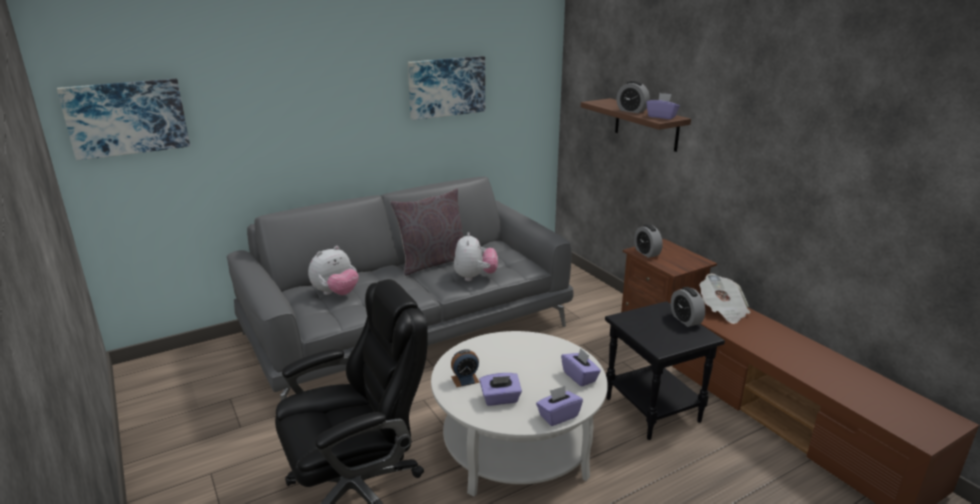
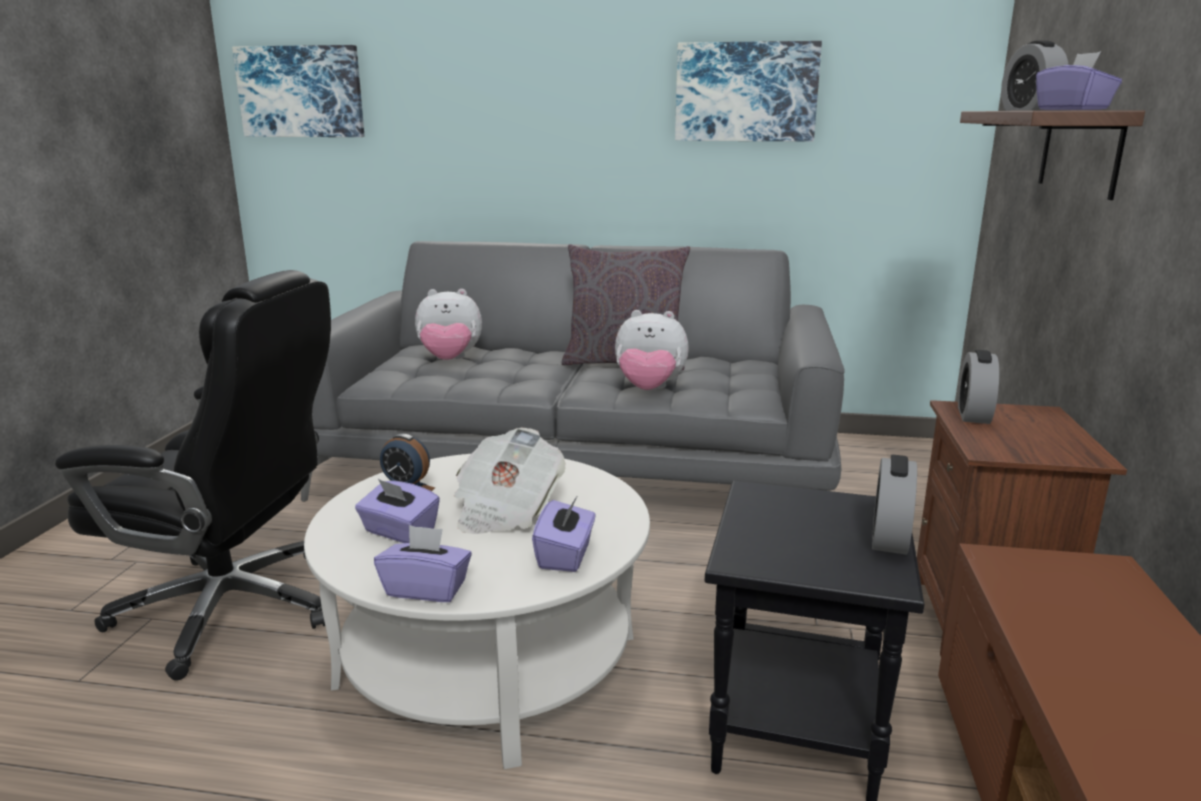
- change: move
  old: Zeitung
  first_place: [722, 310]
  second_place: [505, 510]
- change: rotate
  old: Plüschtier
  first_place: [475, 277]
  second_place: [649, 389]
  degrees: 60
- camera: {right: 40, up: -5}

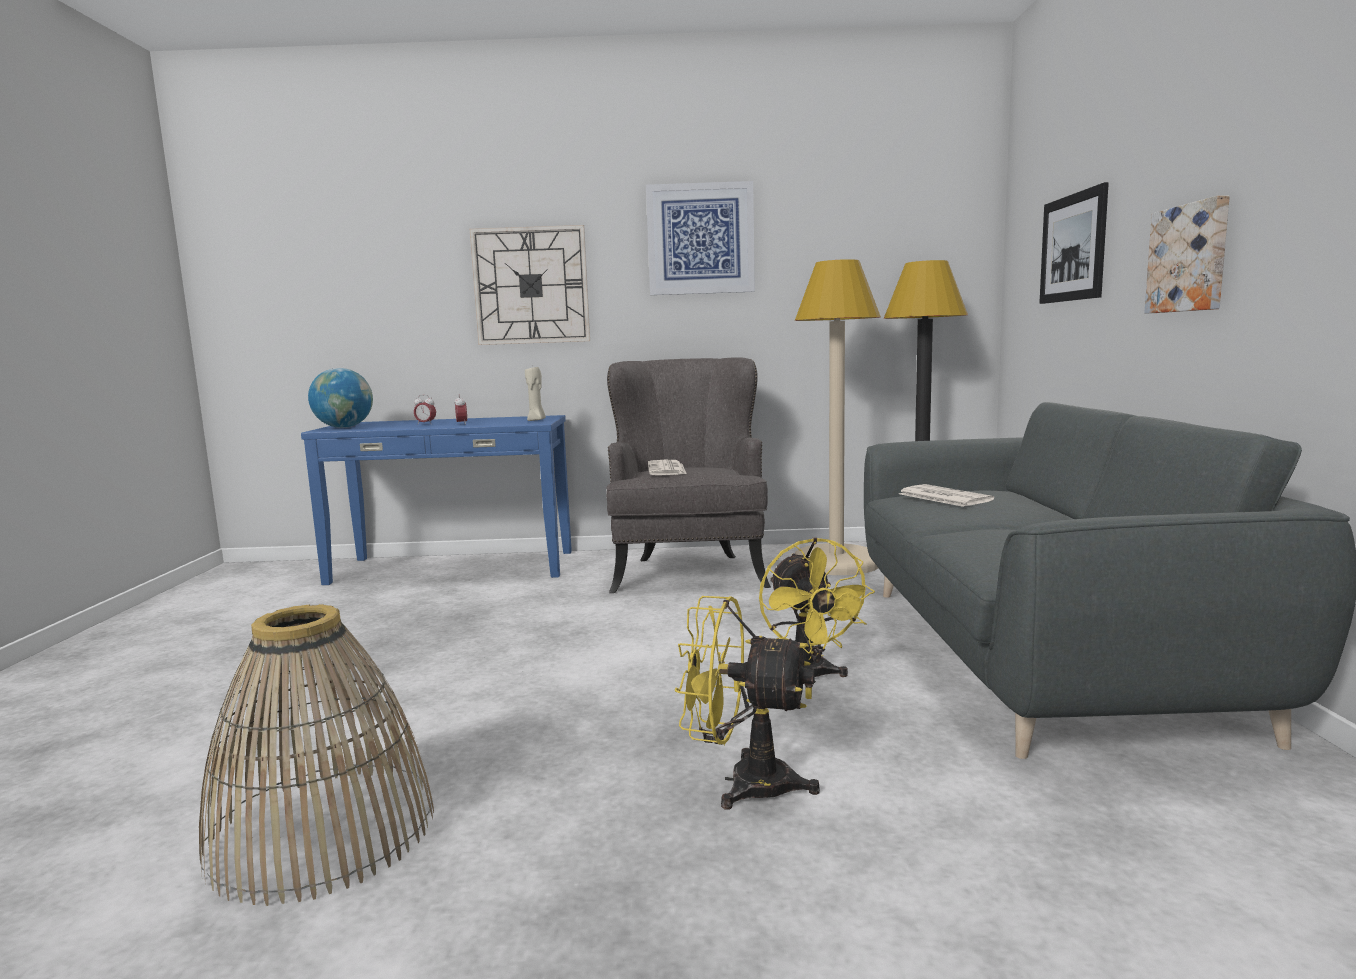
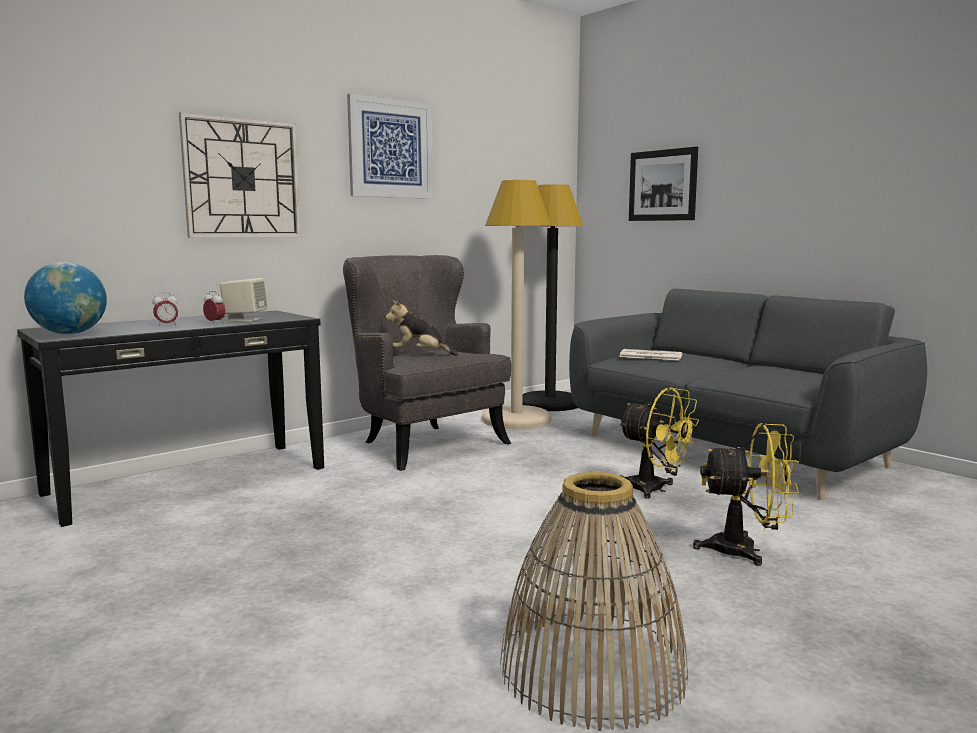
- change: recolor
  old: Konsolentisch (blau)
  new: Konsolentisch (schwarz)
  first_place: [454, 567]
  second_place: [188, 480]
- change: insert
  new: Lautsprecher (beige)
  second_place: [245, 319]
- change: replace
  old: Zeitung
  new: Plüschtier
  first_place: [667, 469]
  second_place: [420, 354]
- change: rotate
  old: Ventilator (gelb)
  first_place: [743, 782]
  second_place: [745, 550]
  degrees: -150
- change: delete
  old: Kerze (beige)
  first_place: [536, 420]
- change: delete
  old: Bild
  first_place: [1190, 258]
- camera: {right: -40, up: 0}

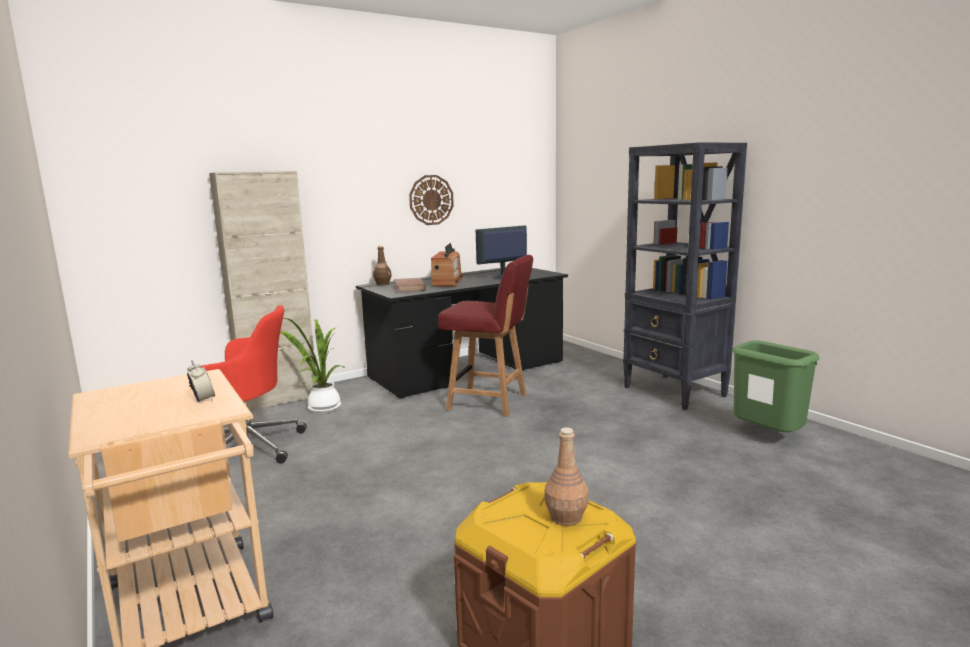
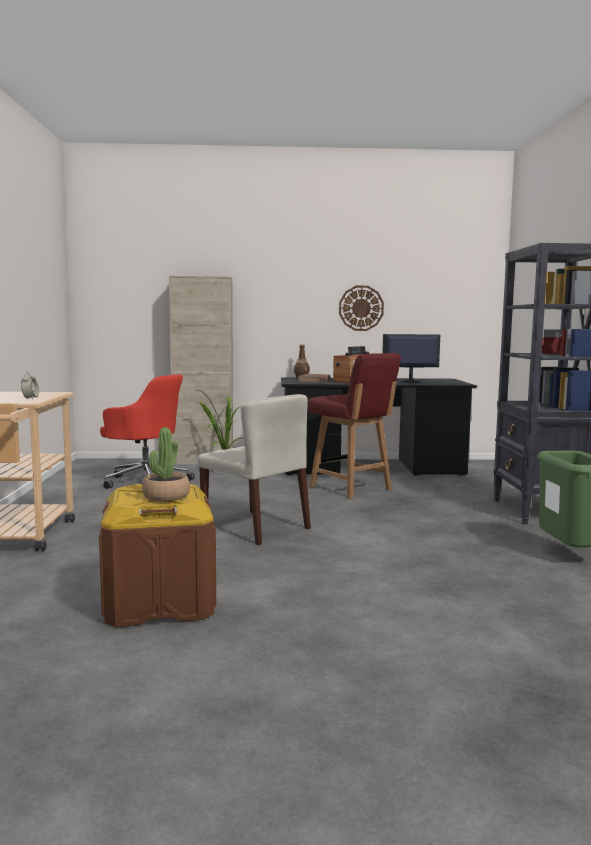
- change: replace
  old: Flasche (braun)
  new: Topfpflanze
  first_place: [565, 517]
  second_place: [166, 496]
- change: insert
  new: Stuhl (beige)
  second_place: [256, 527]
- camera: {right: 30, up: -5}

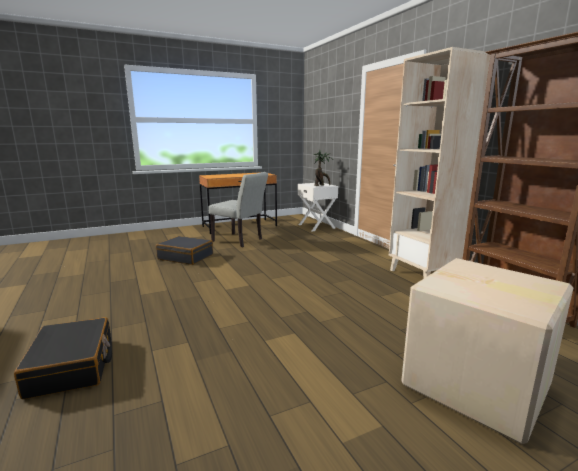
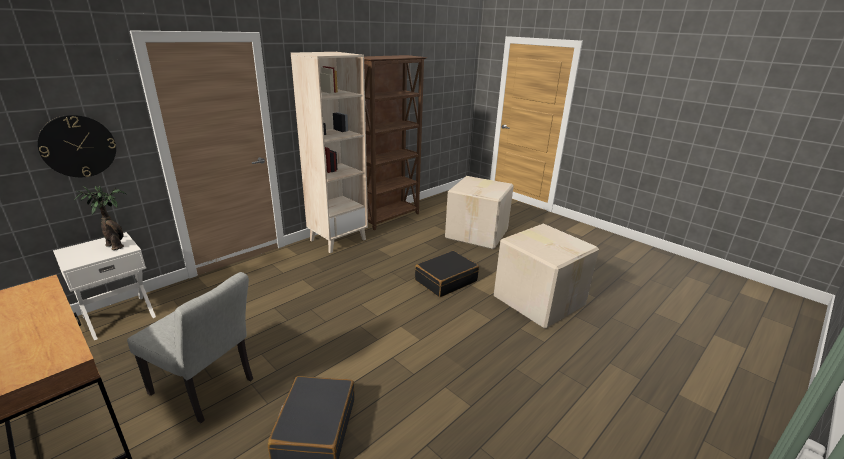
- change: insert
  new: Wanduhr
  second_place: [78, 146]
- change: rotate
  old: Stuhl (grau)
  first_place: [240, 241]
  second_place: [207, 389]
  degrees: 105
- change: move
  old: Koffer (schwarz)
  first_place: [72, 367]
  second_place: [446, 280]
- change: insert
  new: Karton
  second_place: [538, 300]
- camera: {right: -110, up: 10}

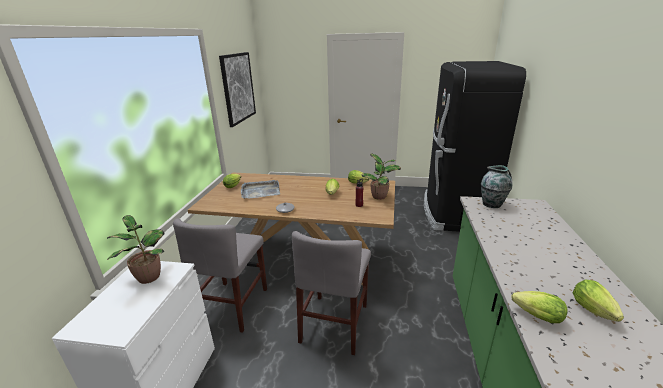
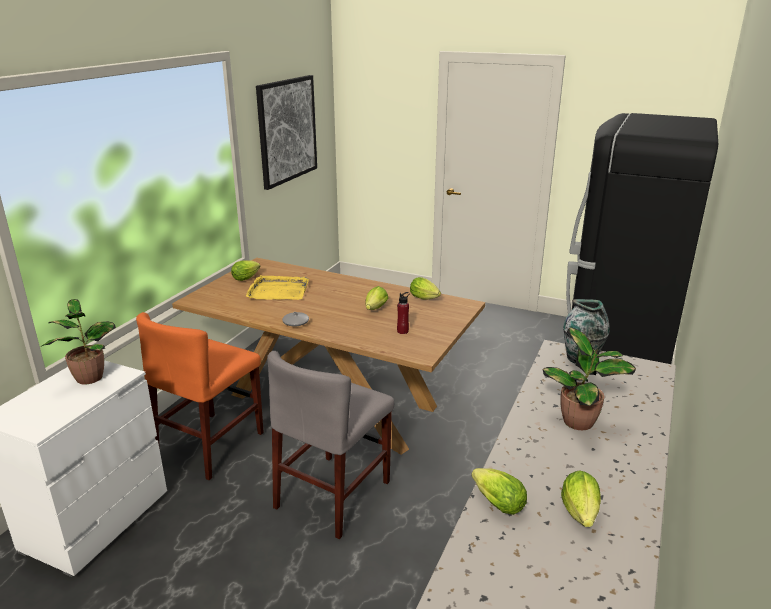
- change: recolor
  old: Stuhl (grau)
  new: Stuhl (orange)
  first_place: [232, 305]
  second_place: [210, 444]
- change: recolor
  old: Tablett (grau)
  new: Tablett (gelb)
  first_place: [260, 191]
  second_place: [278, 291]
- change: move
  old: Topfpflanze
  first_place: [380, 196]
  second_place: [580, 422]
- camera: {right: 15, up: 0}

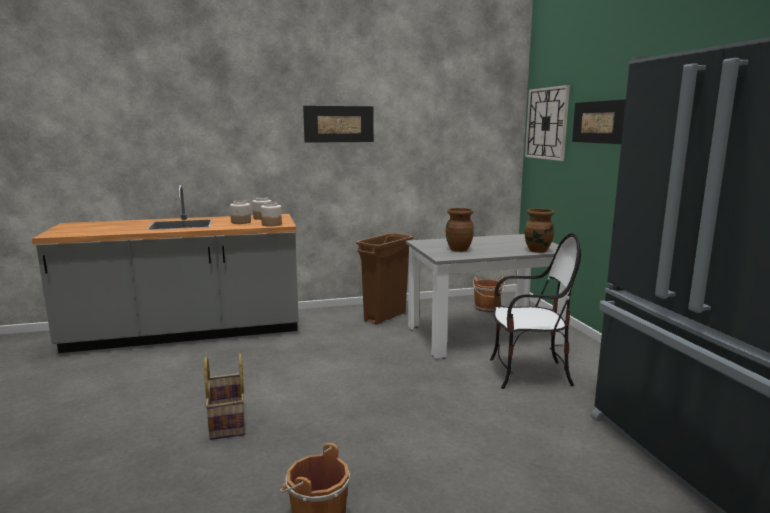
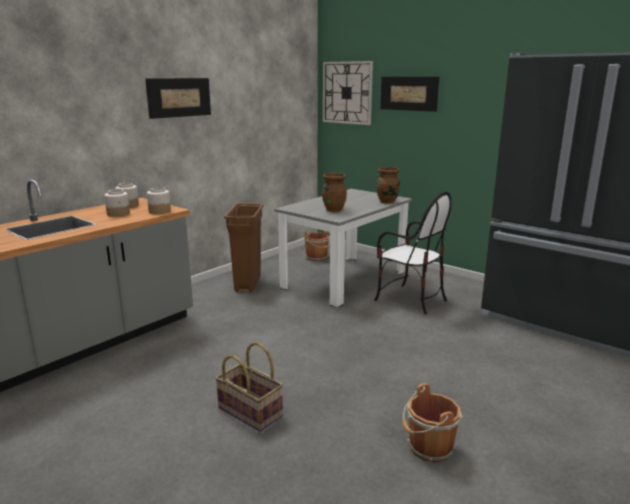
- change: rotate
  old: Stuhl
  first_place: [528, 374]
  second_place: [410, 299]
  degrees: 75
- camera: {right: -35, up: 5}

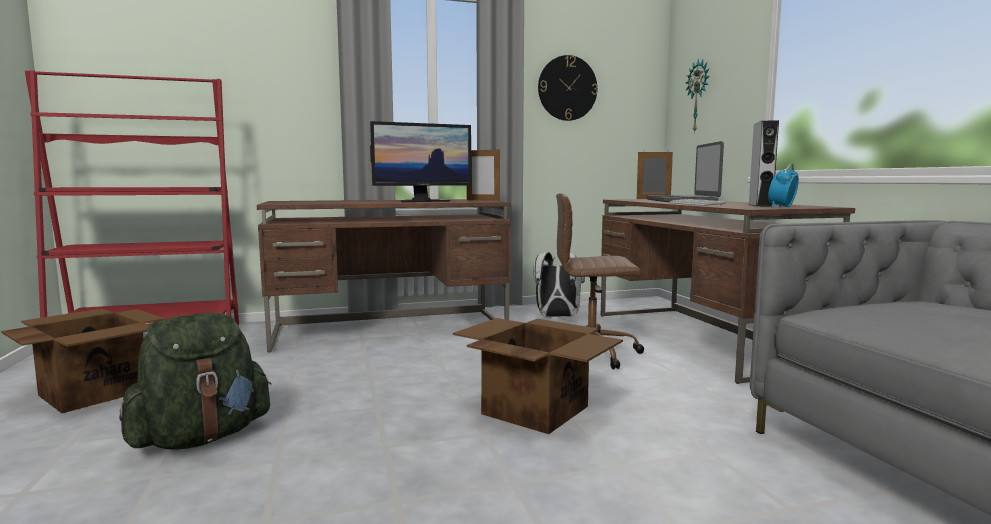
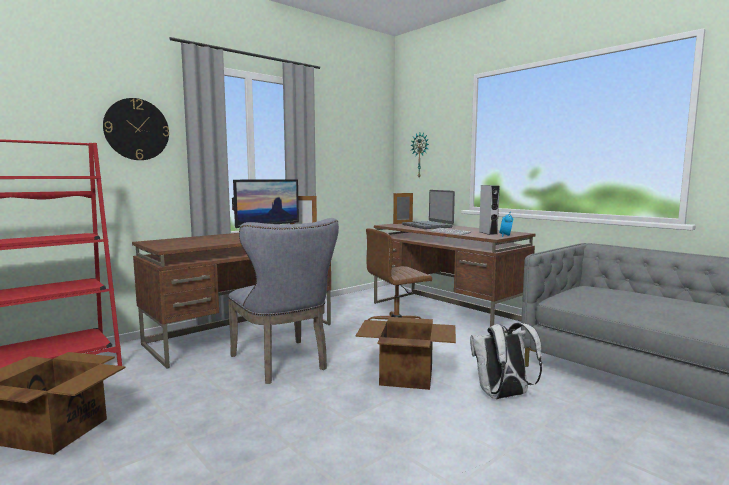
- change: move
  old: Wanduhr
  first_place: [567, 88]
  second_place: [136, 129]
- change: insert
  new: Stuhl (grau)
  second_place: [284, 363]
- change: move
  old: Rucksack (weiß)
  first_place: [557, 317]
  second_place: [503, 396]
- change: delete
  old: Rucksack (grün)
  first_place: [202, 438]
- camera: {right: -25, up: 0}

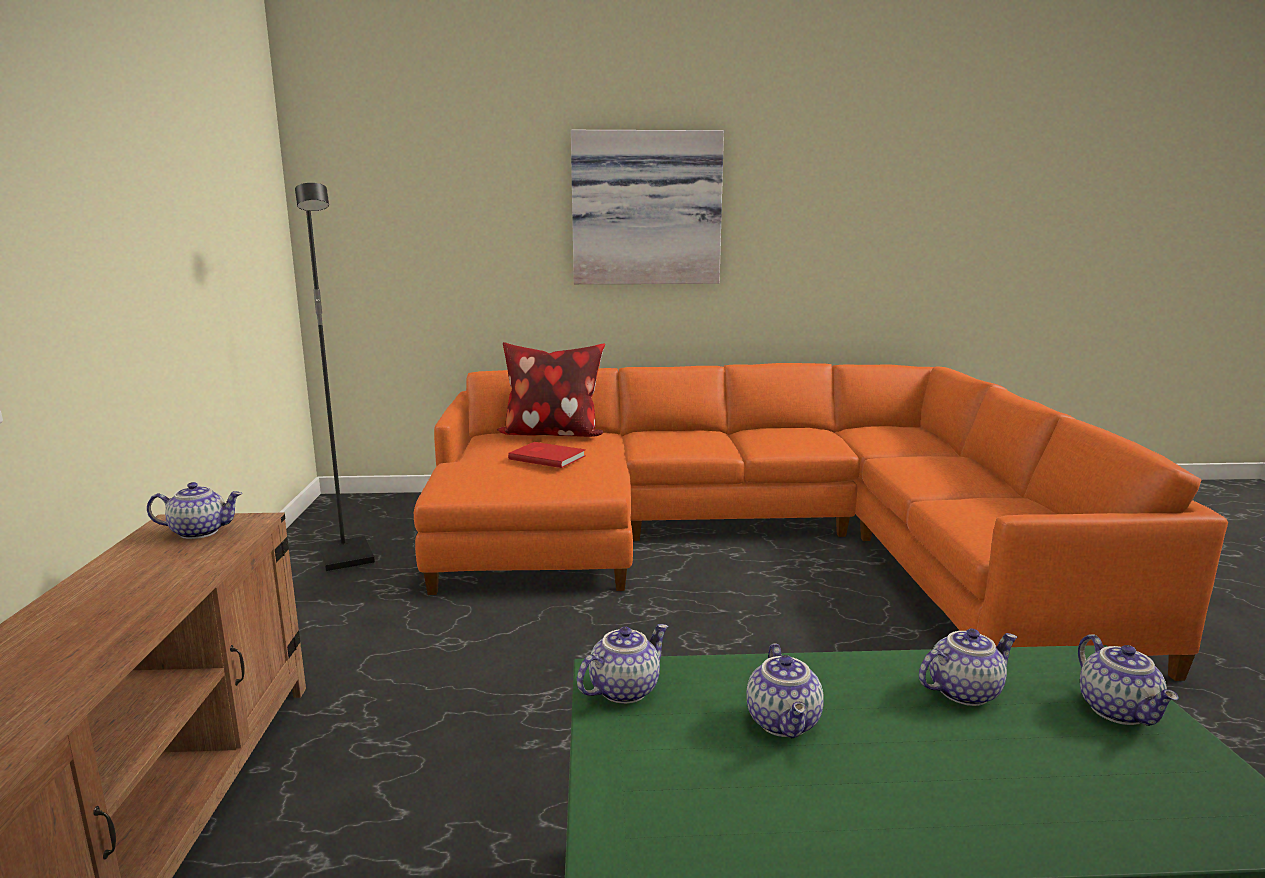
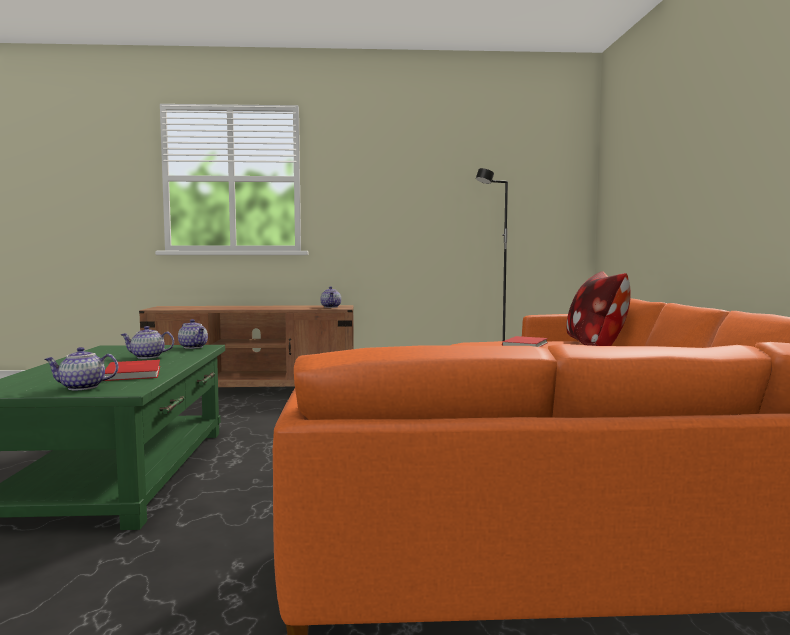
- change: replace
  old: Teekanne
  new: Buch (rot)
  first_place: [963, 691]
  second_place: [135, 373]
- change: delete
  old: Bild
  first_place: [646, 209]
- camera: {right: 90, up: -10}

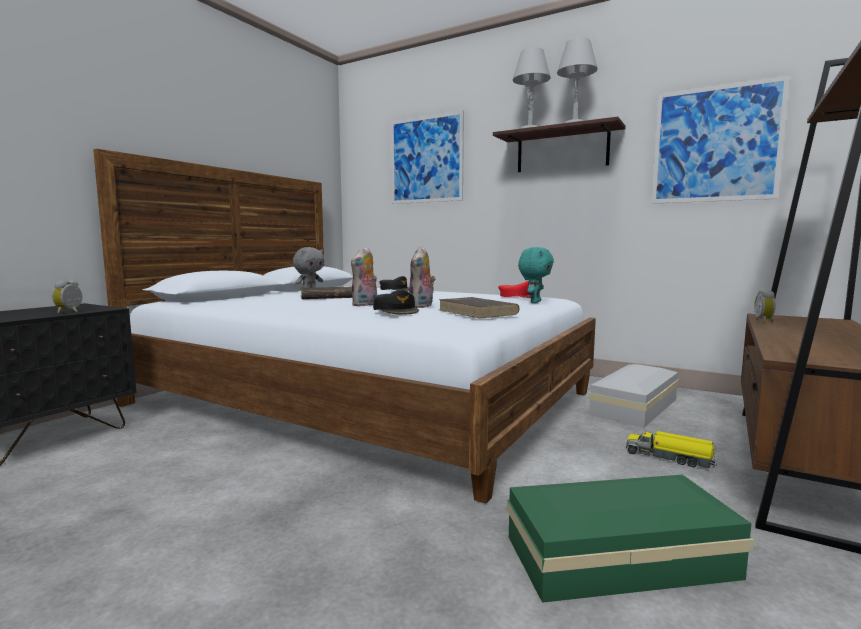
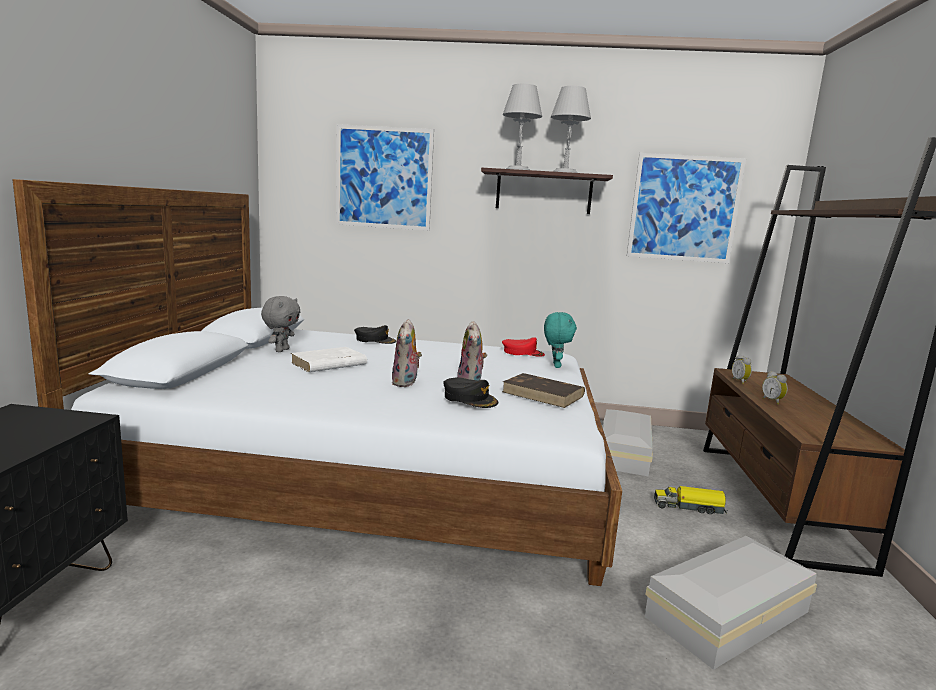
- change: recolor
  old: Buch (braun)
  new: Buch (weiß)
  first_place: [327, 297]
  second_place: [328, 364]
- change: recolor
  old: Aufbewahrungsbox (grün)
  new: Aufbewahrungsbox (weiß)
  first_place: [614, 555]
  second_place: [724, 613]
- change: move
  old: Wecker
  first_place: [70, 312]
  second_place: [773, 401]
- camera: {right: -25, up: 5}

